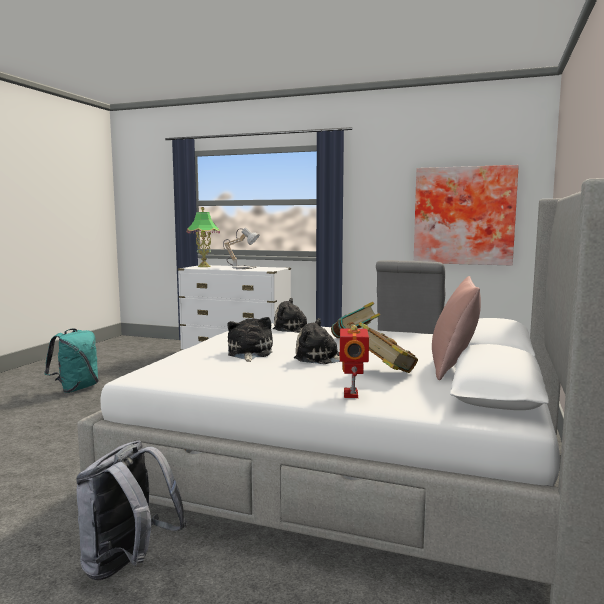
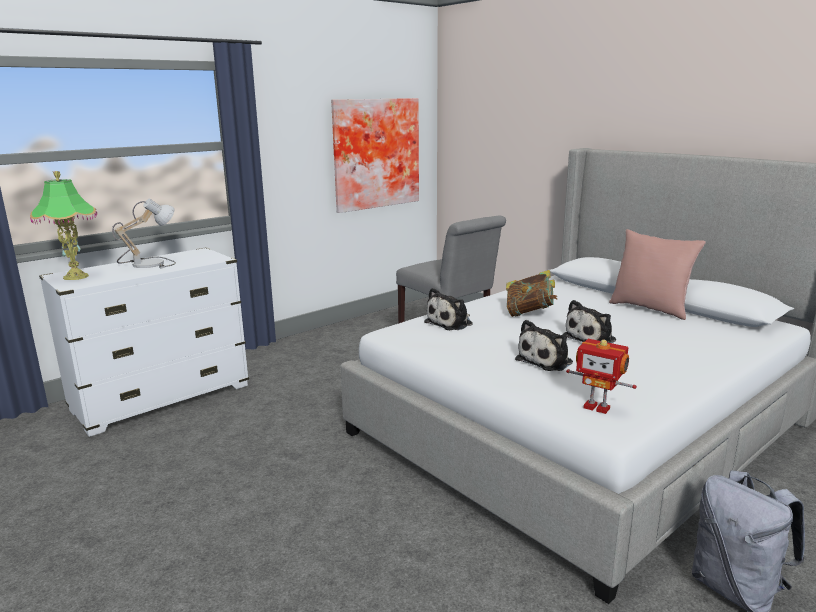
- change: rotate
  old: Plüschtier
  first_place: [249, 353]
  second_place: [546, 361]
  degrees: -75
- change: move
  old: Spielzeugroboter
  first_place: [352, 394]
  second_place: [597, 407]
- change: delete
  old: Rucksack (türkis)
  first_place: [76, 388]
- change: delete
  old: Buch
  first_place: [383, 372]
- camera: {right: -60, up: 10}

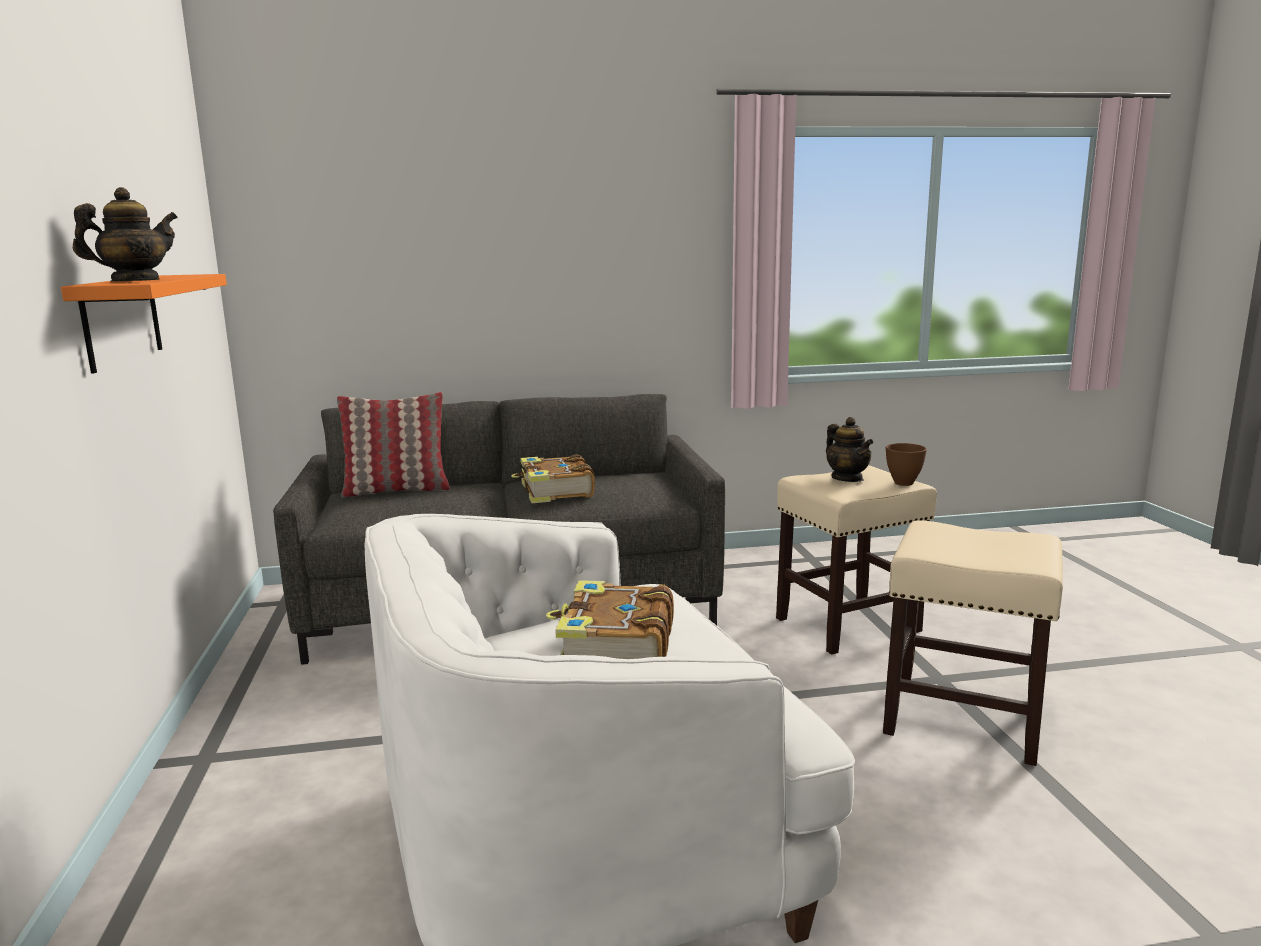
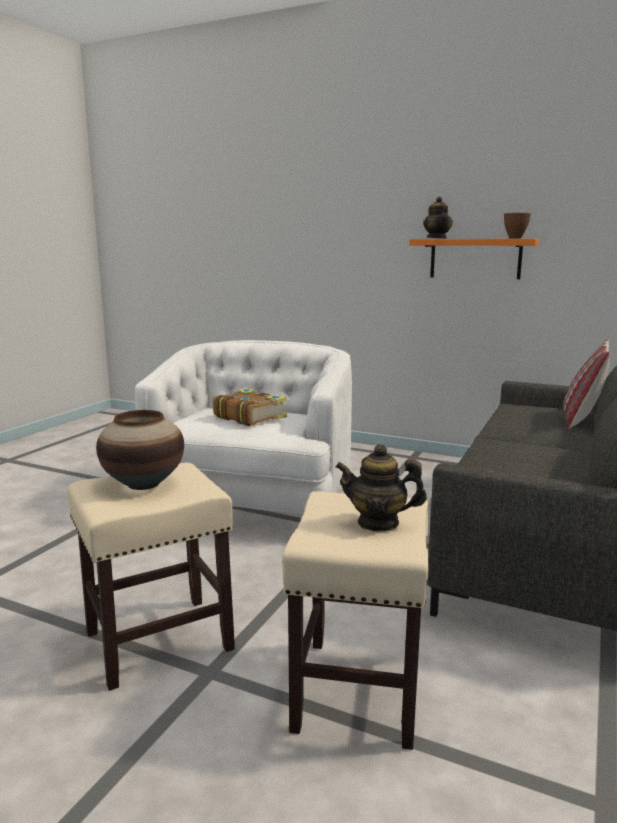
- change: insert
  new: Vase
  second_place: [144, 484]
- change: move
  old: Schüssel (braun)
  first_place: [904, 483]
  second_place: [515, 238]
- change: delete
  old: Buch
  first_place: [555, 492]
- camera: {right: 125, up: 0}

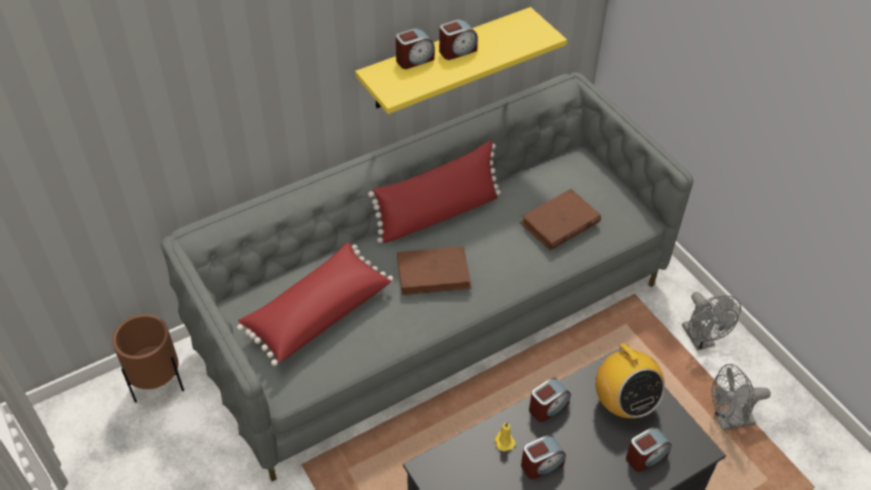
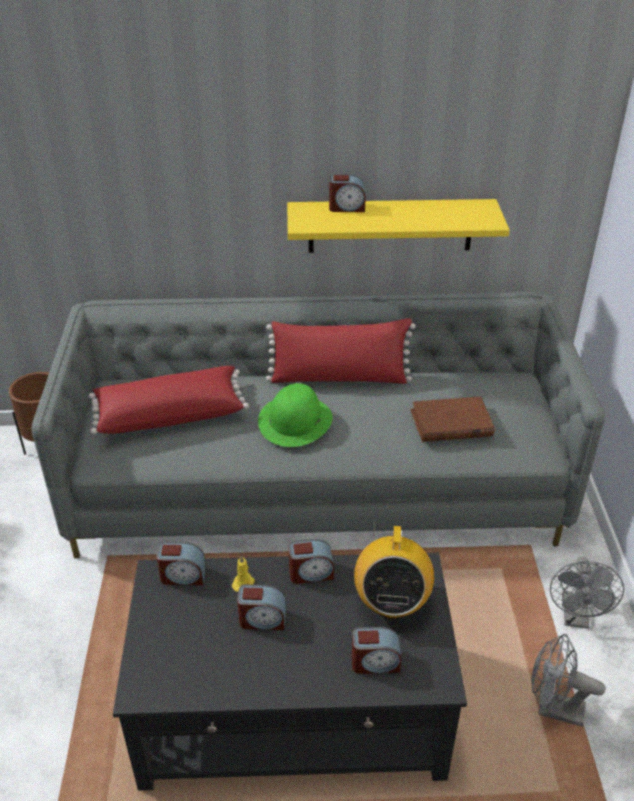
- change: move
  old: Wecker
  first_place: [457, 50]
  second_place: [182, 576]
- change: replace
  old: Buch (braun)
  new: Hut (grün)
  first_place: [433, 273]
  second_place: [295, 420]
- camera: {right: 30, up: -10}

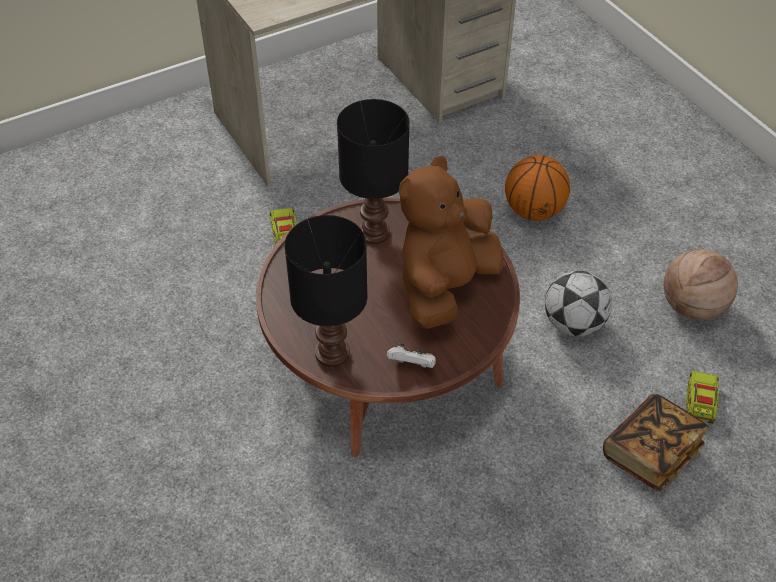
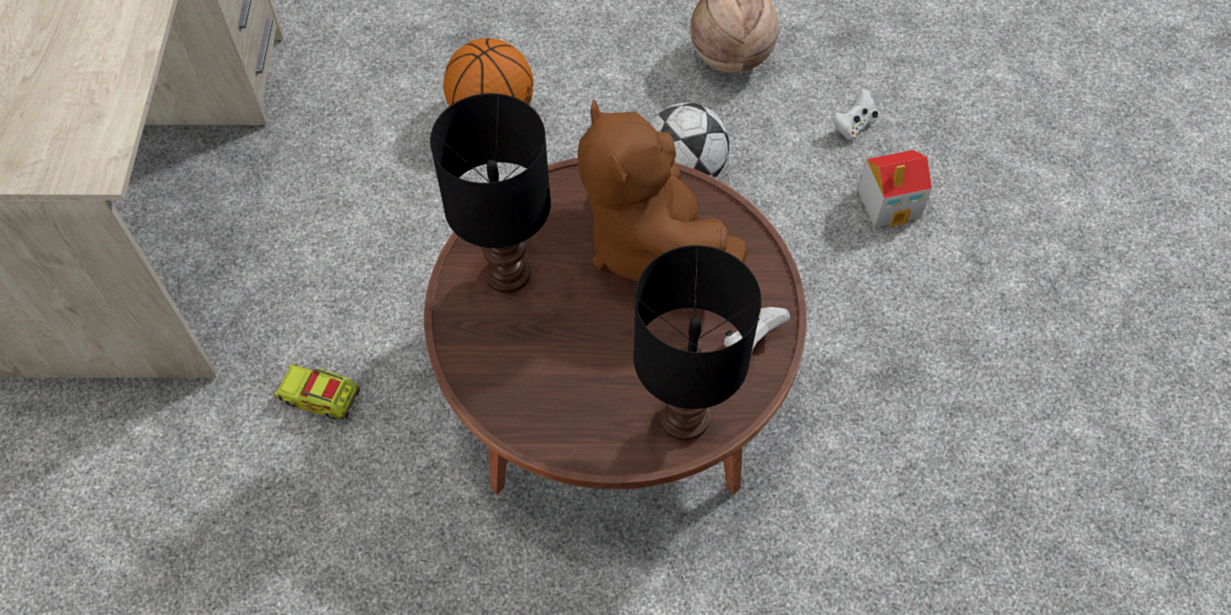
- change: replace
  old: Spielzeuglaster
  new: Gamepad (weiß)
  first_place: [700, 402]
  second_place: [853, 125]
- change: replace
  old: Buch
  new: Spielzeughaus
  first_place: [650, 453]
  second_place: [889, 203]
- camera: {right: -60, up: 10}

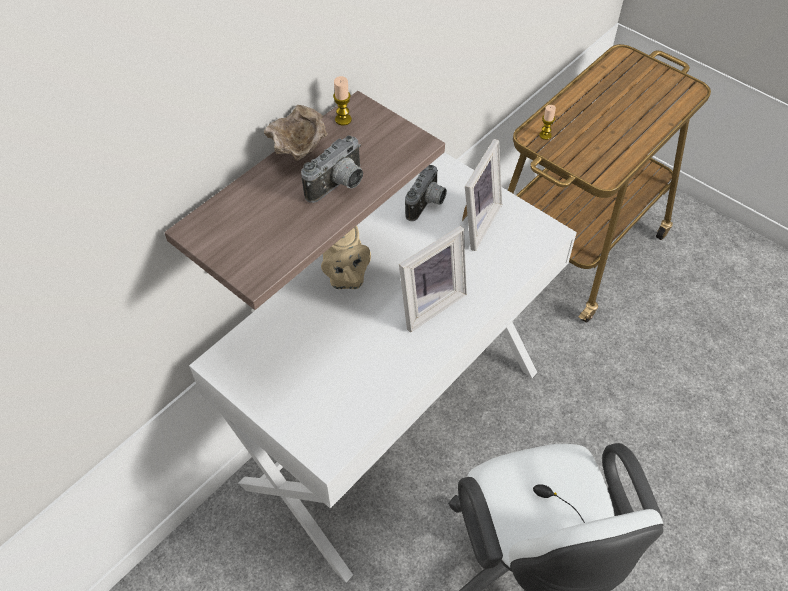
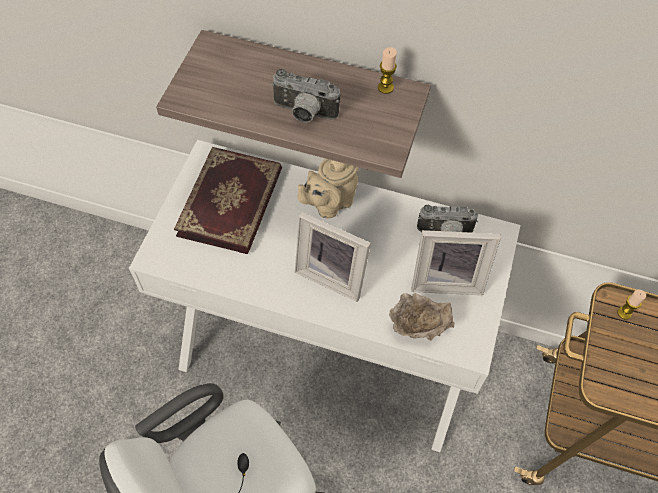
- change: insert
  new: Buch
  second_place: [232, 203]
- change: move
  old: Schüssel (beige)
  first_place: [300, 150]
  second_place: [419, 327]
- camera: {right: 65, up: 5}

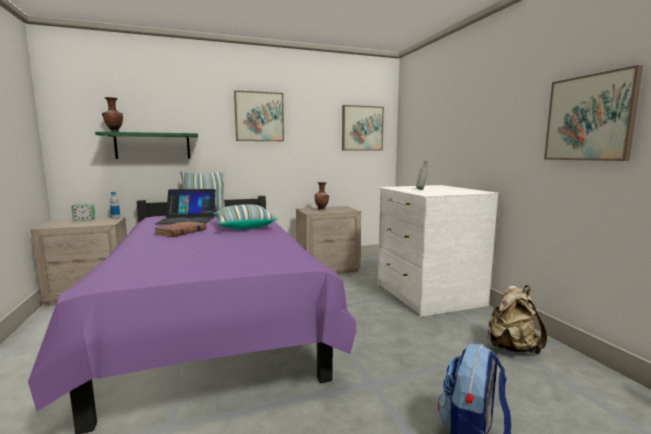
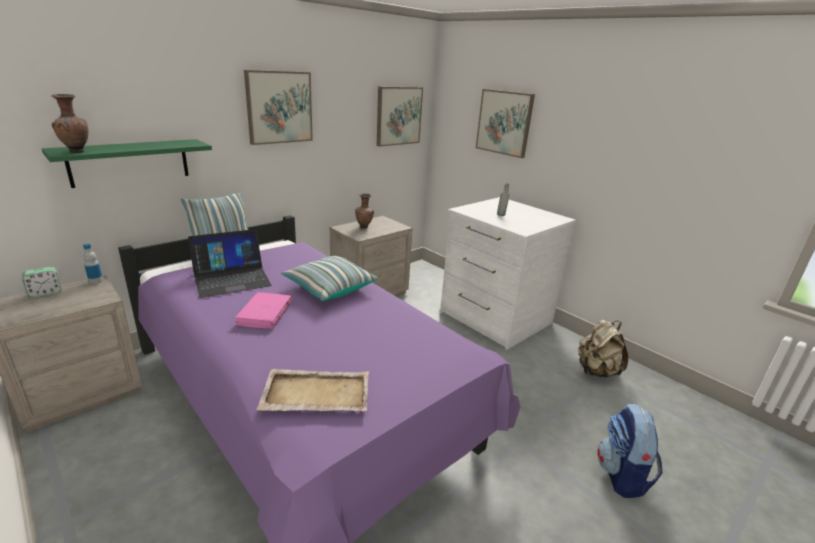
- change: recolor
  old: Buch (braun)
  new: Buch (rosa)
  first_place: [180, 232]
  second_place: [265, 313]
- change: insert
  new: Tablett (beige)
  second_place: [315, 393]
- change: move
  old: Bild
  first_place: [589, 118]
  second_place: [504, 122]
- camera: {right: -25, up: 15}

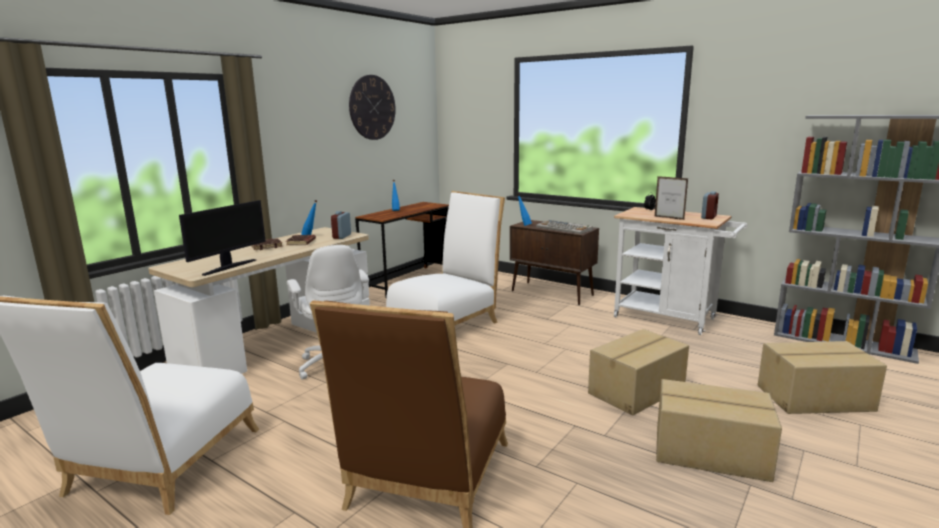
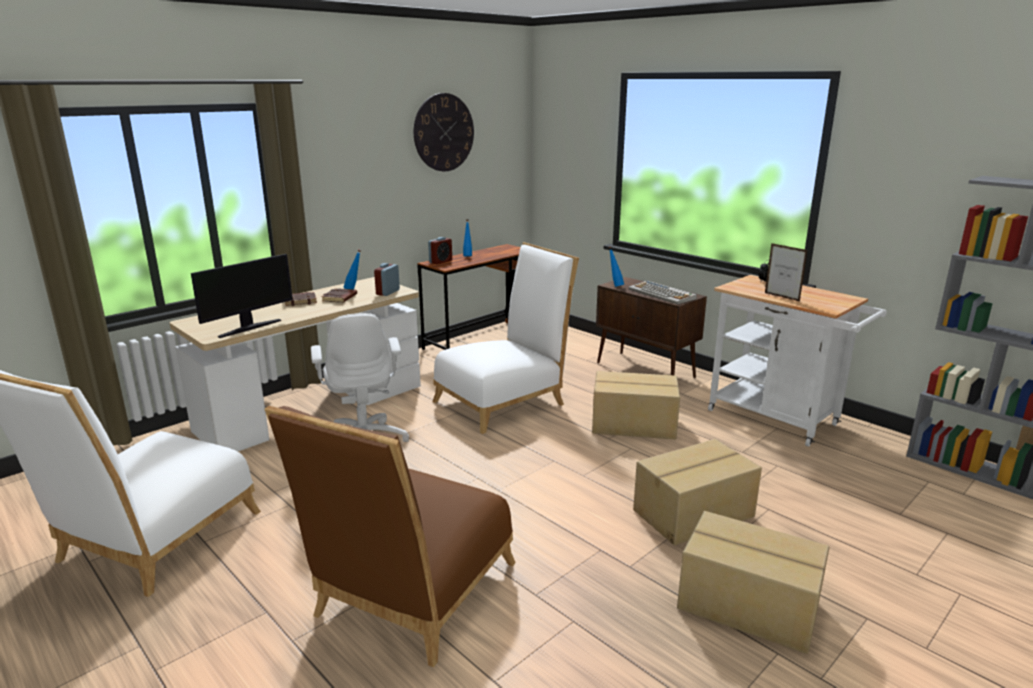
- change: move
  old: Wecker
  first_place: [708, 217]
  second_place: [440, 261]
- change: move
  old: Karton
  first_place: [815, 399]
  second_place: [634, 425]
- camera: {right: 10, up: 5}

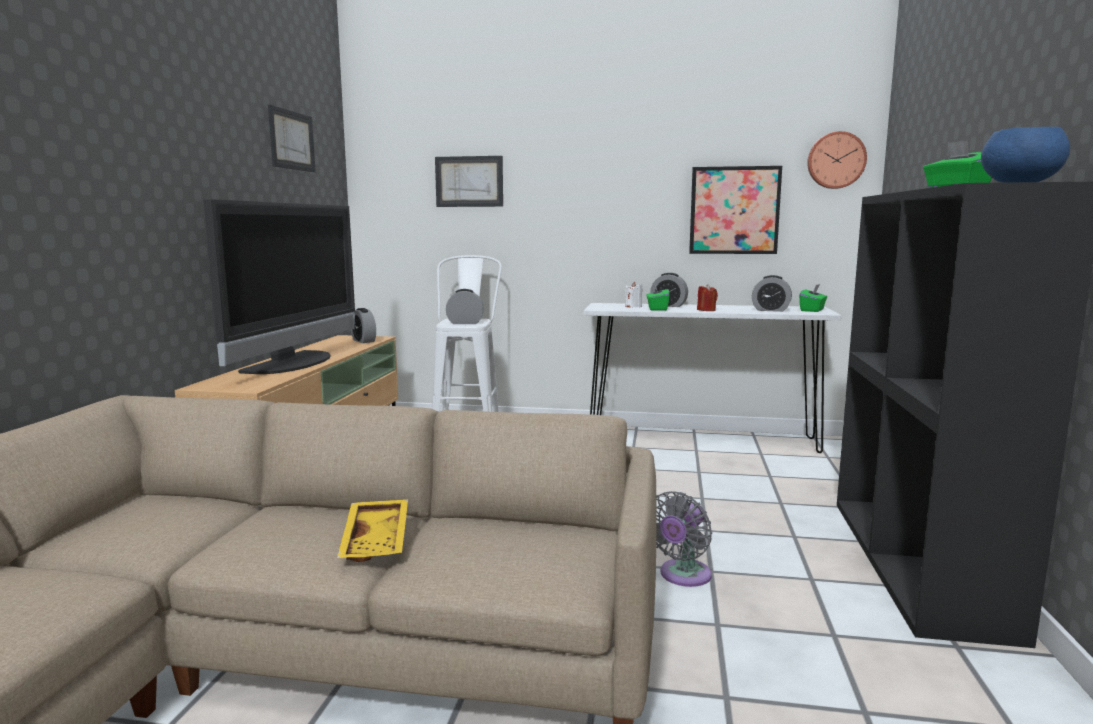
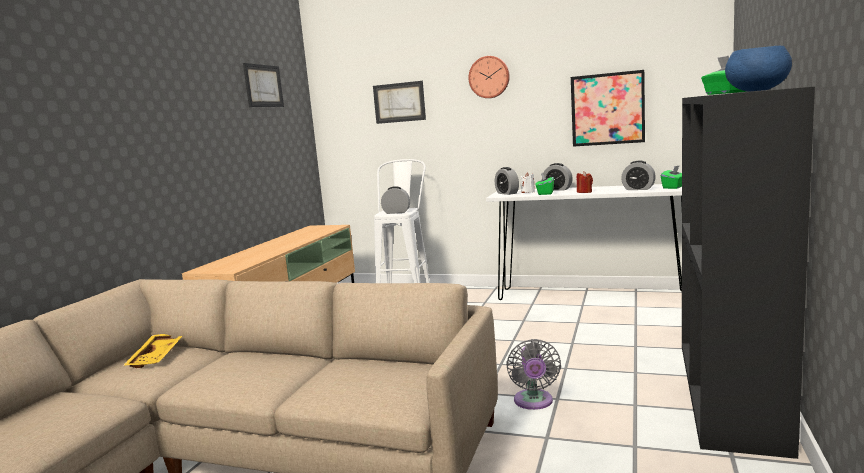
- change: move
  old: Tablett (gelb)
  first_place: [378, 541]
  second_place: [158, 356]
- change: move
  old: Wanduhr
  first_place: [836, 160]
  second_place: [489, 77]
- change: move
  old: Wecker
  first_place: [363, 341]
  second_place: [507, 193]
- change: rotate
  old: Ventilator (grau)
  first_place: [682, 576]
  second_place: [533, 402]
  degrees: -45
- change: delete
  old: Fernseher
  first_place: [294, 363]
- camera: {right: 10, up: 0}

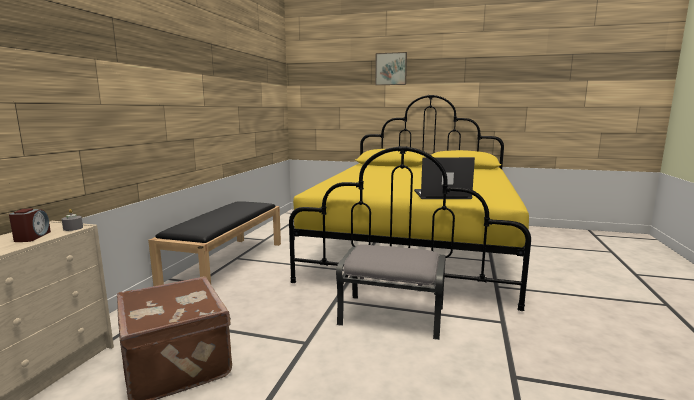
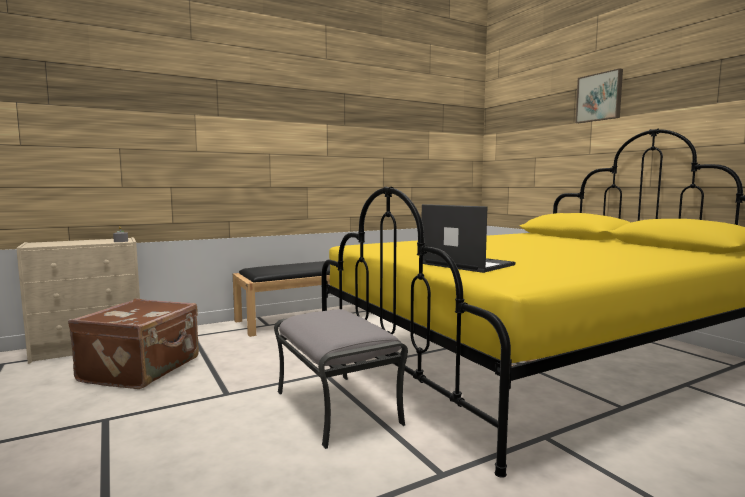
- change: delete
  old: Wecker
  first_place: [32, 237]
- camera: {right: 45, up: -5}

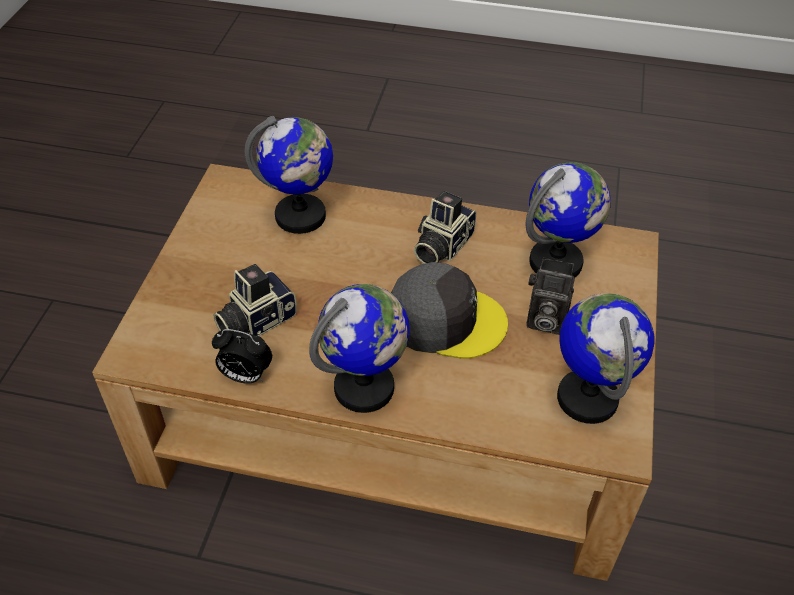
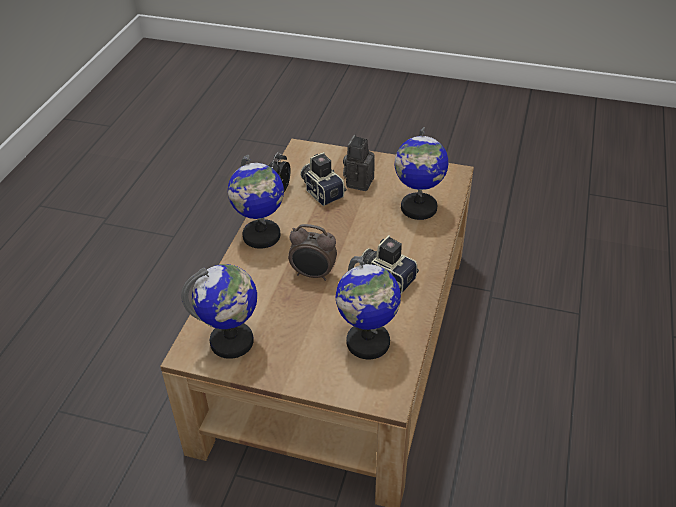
- change: replace
  old: Kappe (grau)
  new: Wecker
  first_place: [445, 320]
  second_place: [313, 275]
- change: move
  old: Kamera
  first_place: [543, 320]
  second_place: [358, 181]
- camera: {right: 95, up: -5}

